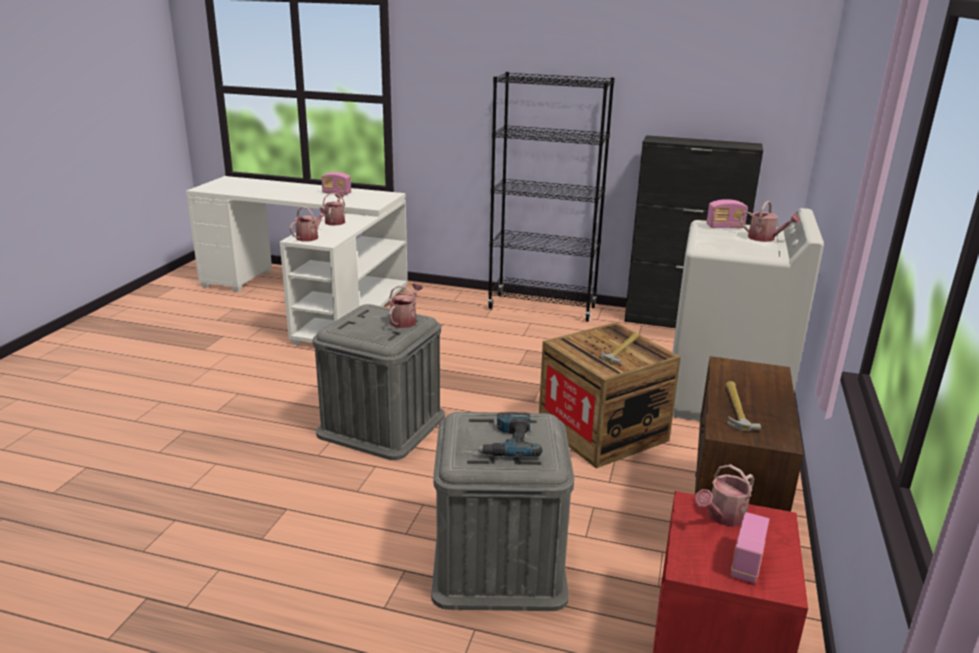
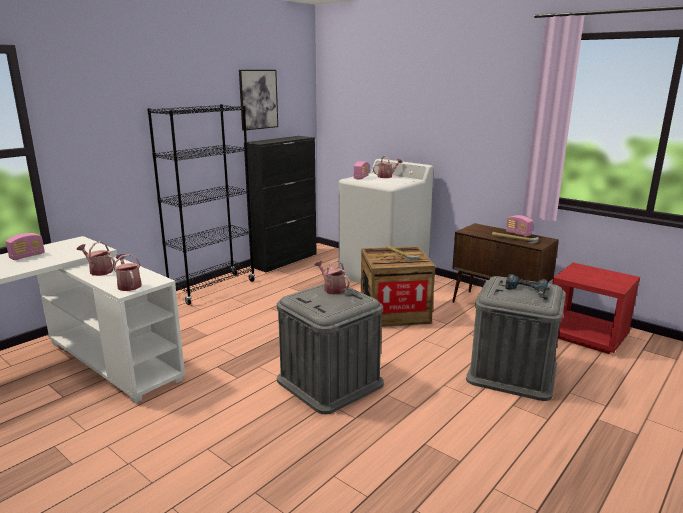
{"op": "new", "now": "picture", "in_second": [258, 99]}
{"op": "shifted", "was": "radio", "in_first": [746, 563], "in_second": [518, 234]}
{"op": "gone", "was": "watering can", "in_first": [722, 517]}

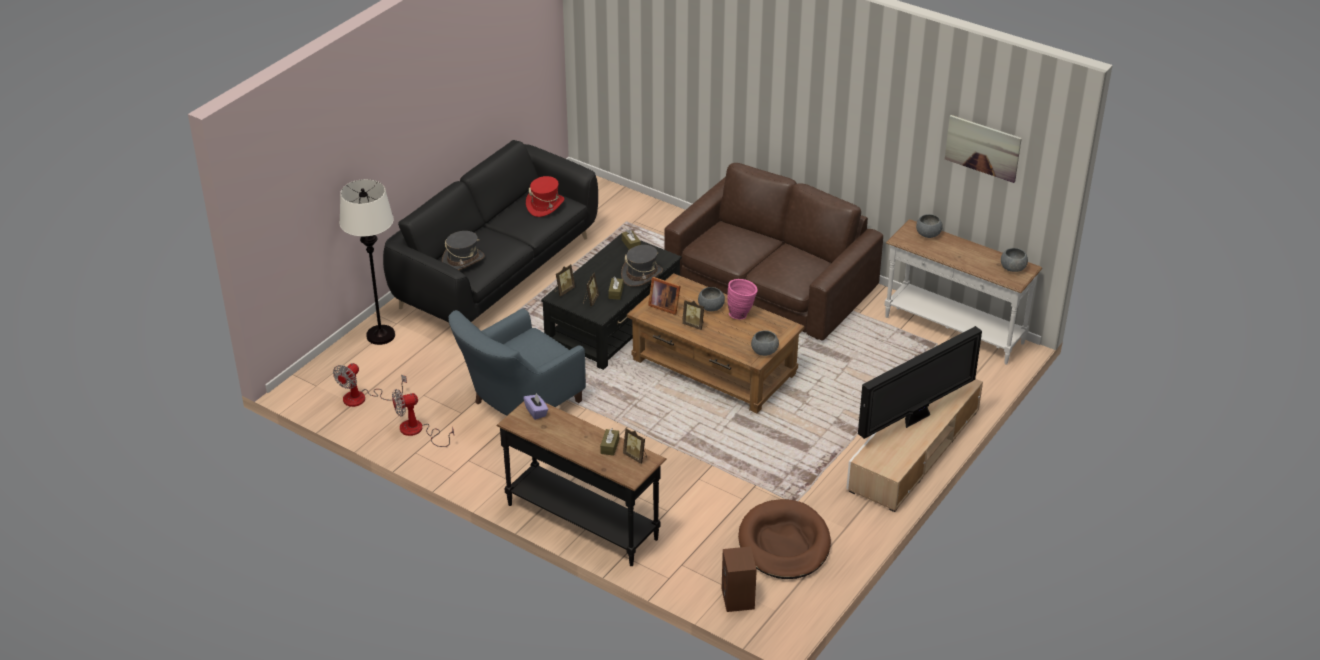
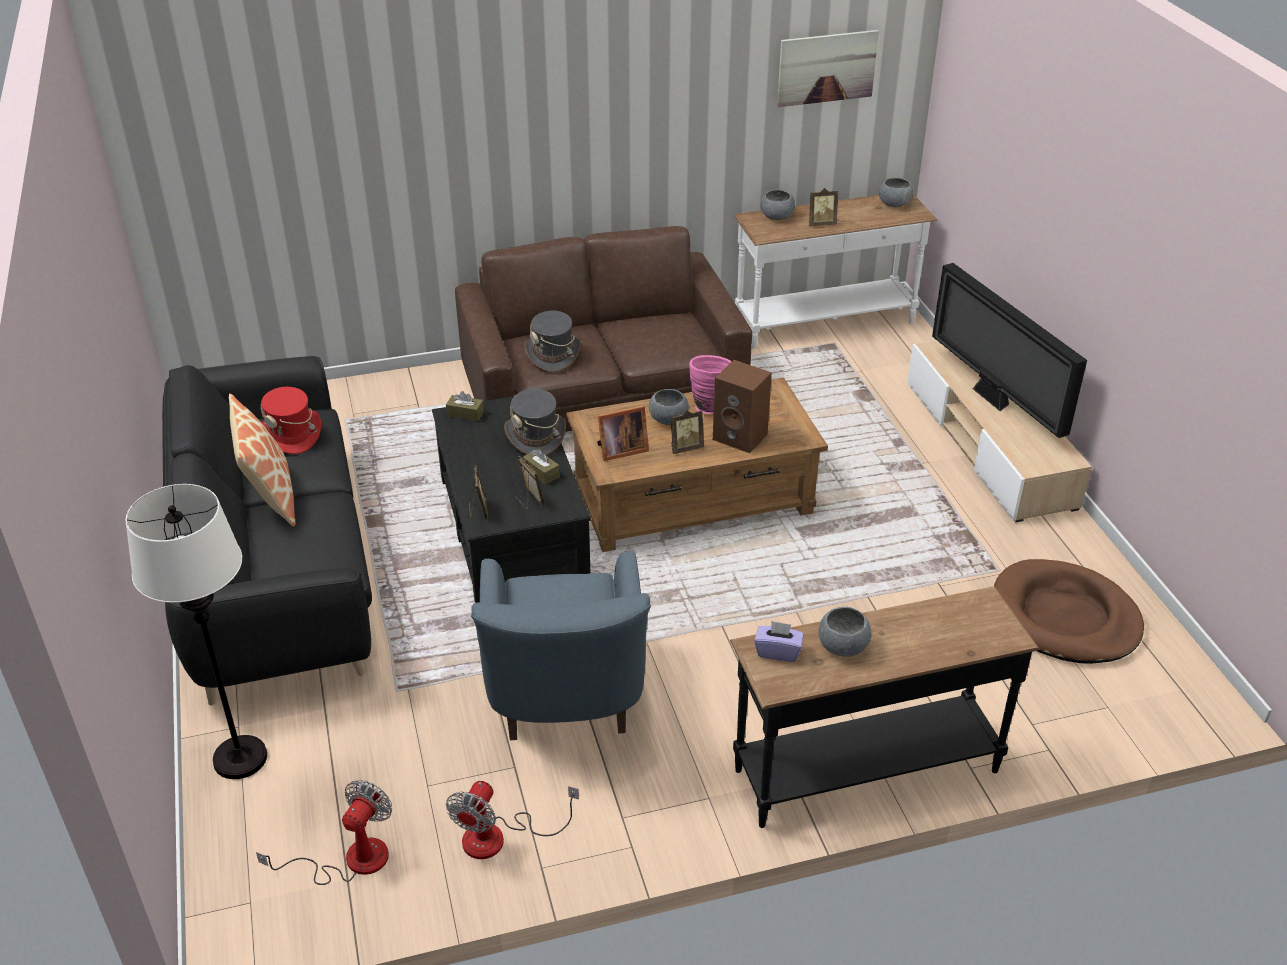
{"op": "new", "now": "pillow", "in_second": [270, 497]}
{"op": "rotated", "was": "fan", "in_first": [363, 398], "in_second": [350, 860], "clockwise": -135}
{"op": "shifted", "was": "grey hat", "in_first": [463, 260], "in_second": [553, 354]}
{"op": "shifted", "was": "brown speaker", "in_first": [739, 599], "in_second": [741, 437]}
{"op": "shifted", "was": "picture frame", "in_first": [636, 456], "in_second": [821, 224]}
{"op": "shifted", "was": "grey bowl", "in_first": [764, 351], "in_second": [842, 646]}
{"op": "rotated", "was": "television", "in_first": [916, 418], "in_second": [993, 400], "clockwise": 150}
{"op": "gone", "was": "brown tissue box", "in_first": [610, 446]}

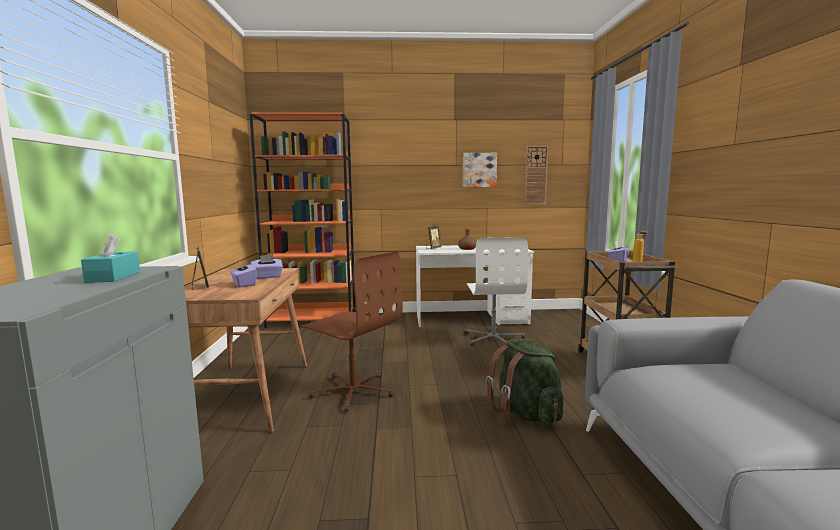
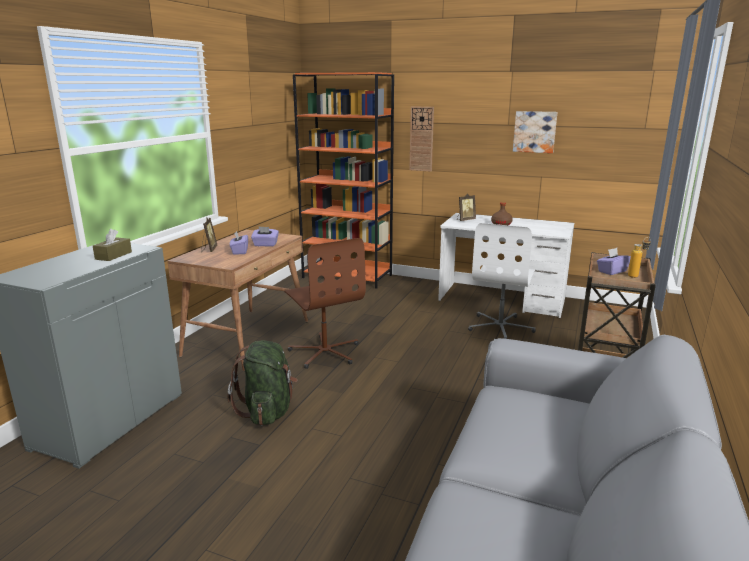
{"op": "repainted", "was": "turquoise tissue box", "now": "brown tissue box", "in_first": [113, 277], "in_second": [113, 255]}
{"op": "shifted", "was": "green backpack", "in_first": [526, 414], "in_second": [268, 411]}
{"op": "shifted", "was": "wall clock", "in_first": [535, 175], "in_second": [421, 139]}

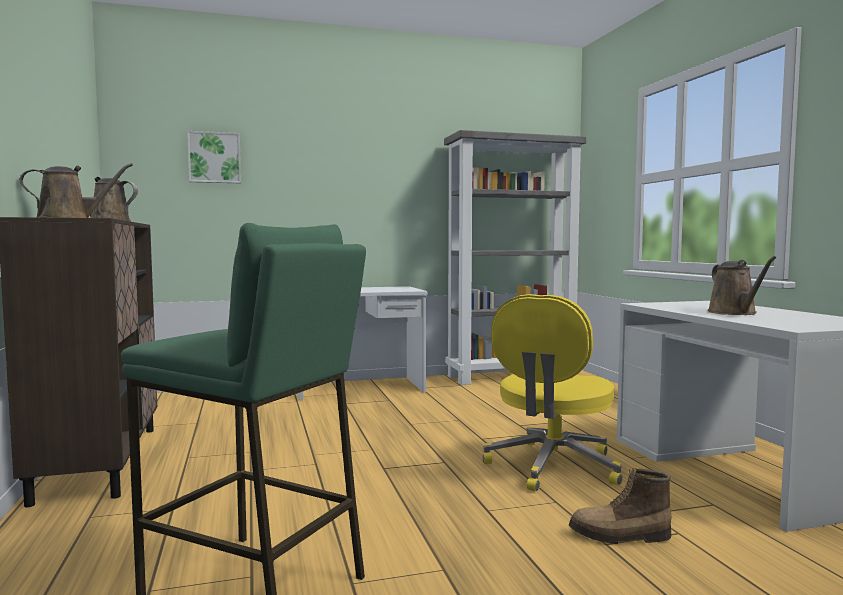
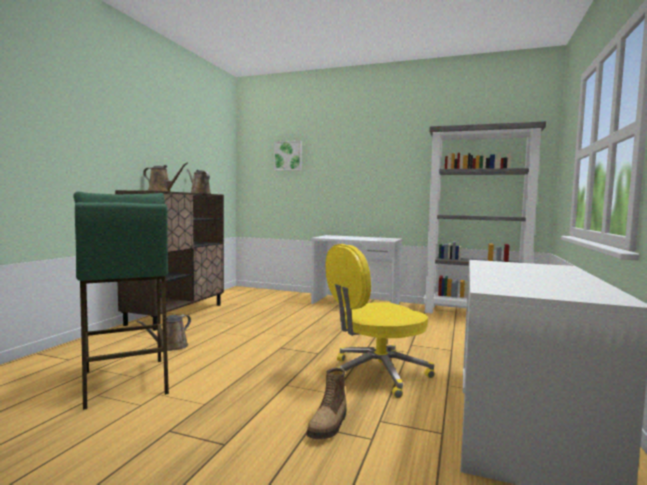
{"op": "shifted", "was": "brown watering can", "in_first": [735, 313], "in_second": [170, 347]}
{"op": "rotated", "was": "boot", "in_first": [620, 536], "in_second": [329, 425], "clockwise": -105}

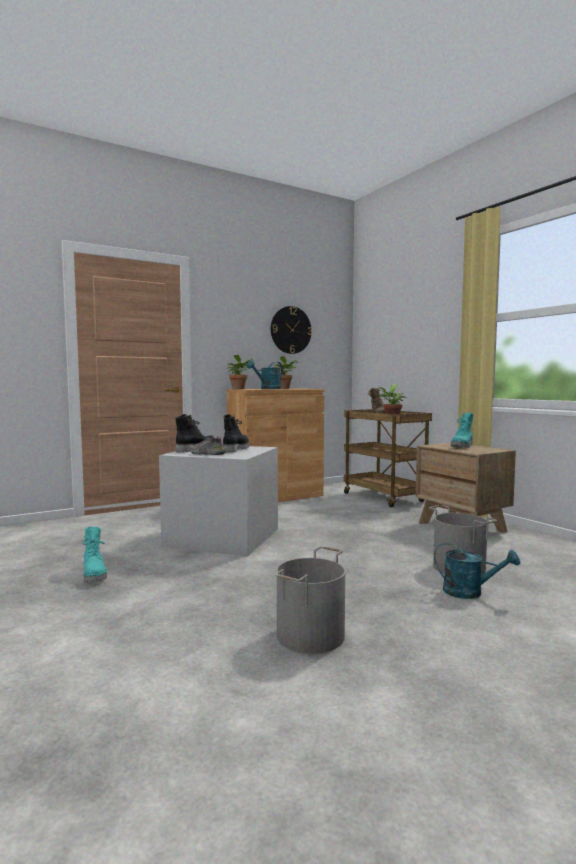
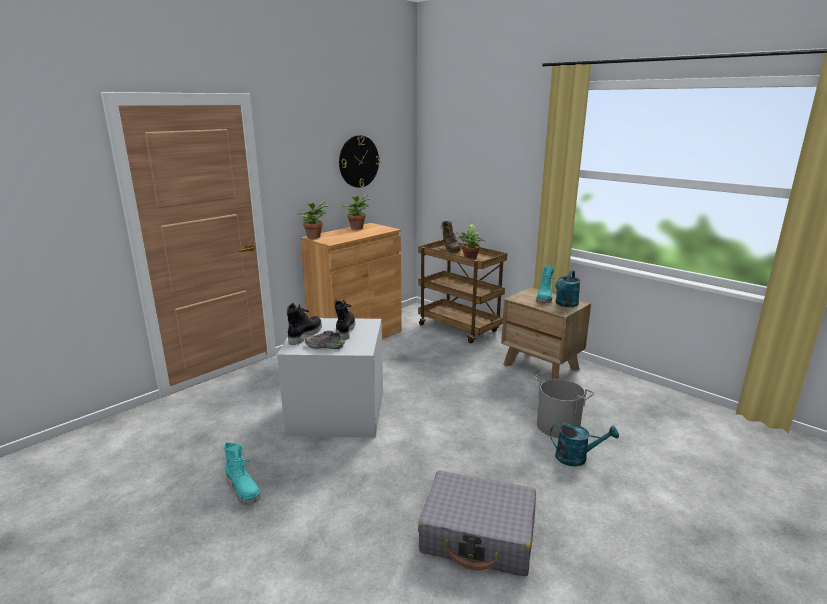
{"op": "swapped", "was": "grey bucket", "now": "grey suitcase", "in_first": [311, 635], "in_second": [478, 535]}
{"op": "shifted", "was": "turquoise watering can", "in_first": [268, 389], "in_second": [565, 304]}

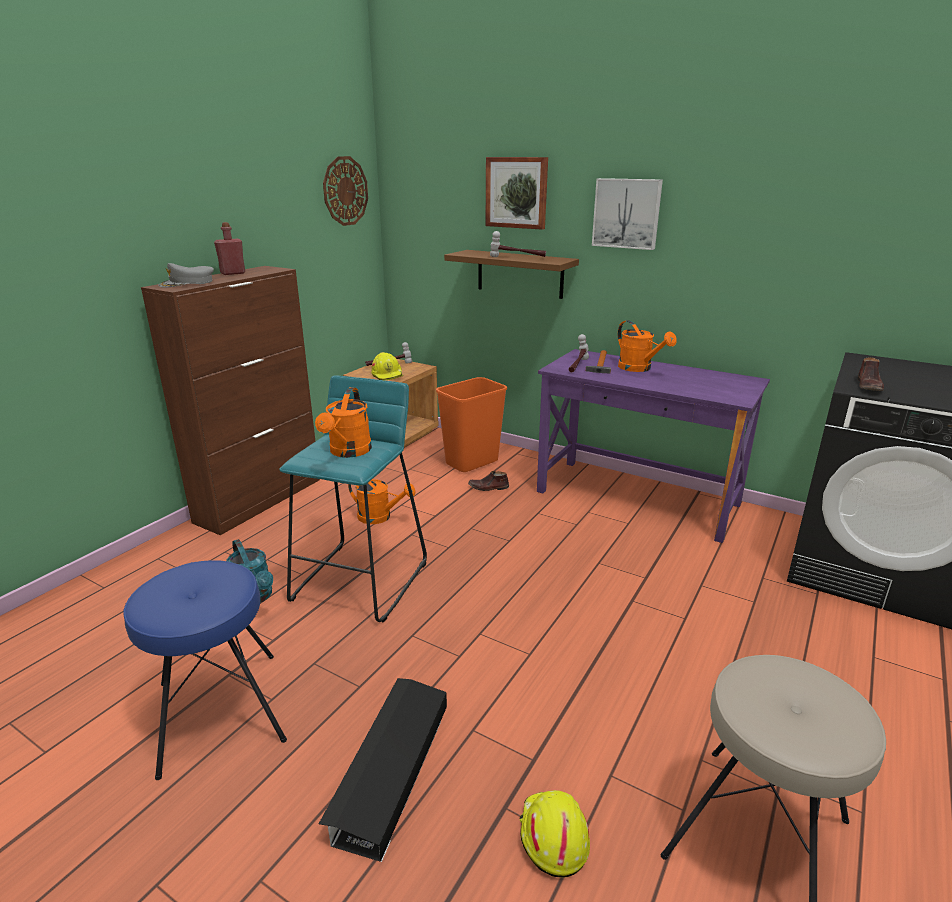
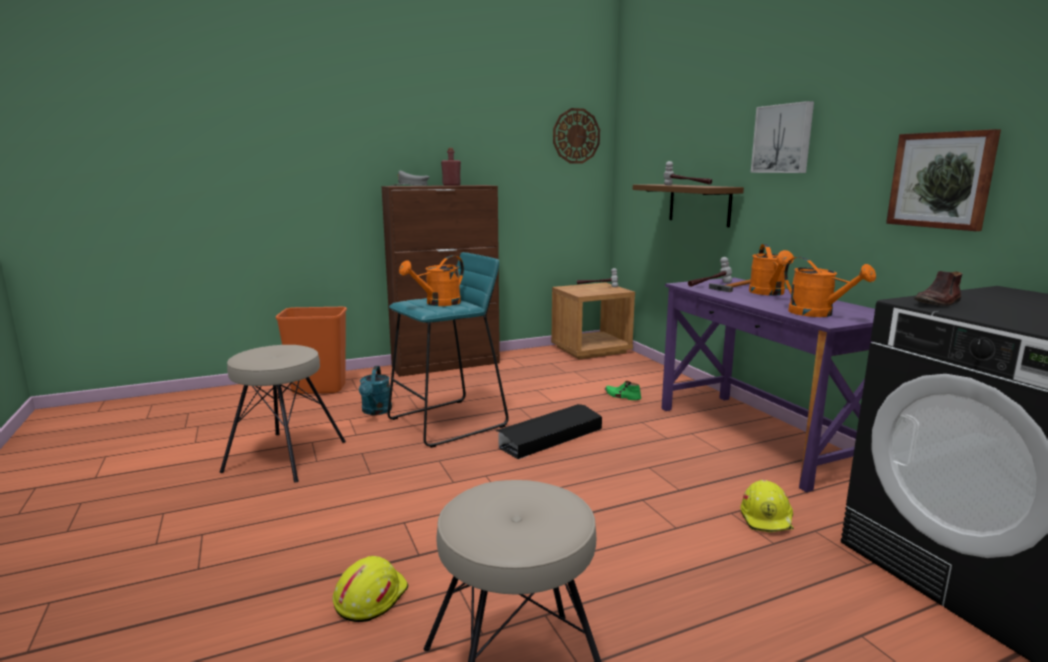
{"op": "repainted", "was": "blue stool", "now": "beige stool", "in_first": [219, 711], "in_second": [284, 456]}
{"op": "shifted", "was": "orange trash can", "in_first": [472, 463], "in_second": [318, 389]}
{"op": "shifted", "was": "black storage box", "in_first": [390, 768], "in_second": [549, 437]}
{"op": "repainted", "was": "brown shoe", "now": "green shoe", "in_first": [488, 487], "in_second": [622, 396]}
{"op": "shifted", "was": "yellow hard hat", "in_first": [388, 375], "in_second": [767, 518]}
{"op": "shifted", "was": "orange watering can", "in_first": [380, 517], "in_second": [818, 314]}
{"op": "shifted", "was": "picture", "in_first": [517, 192], "in_second": [941, 180]}

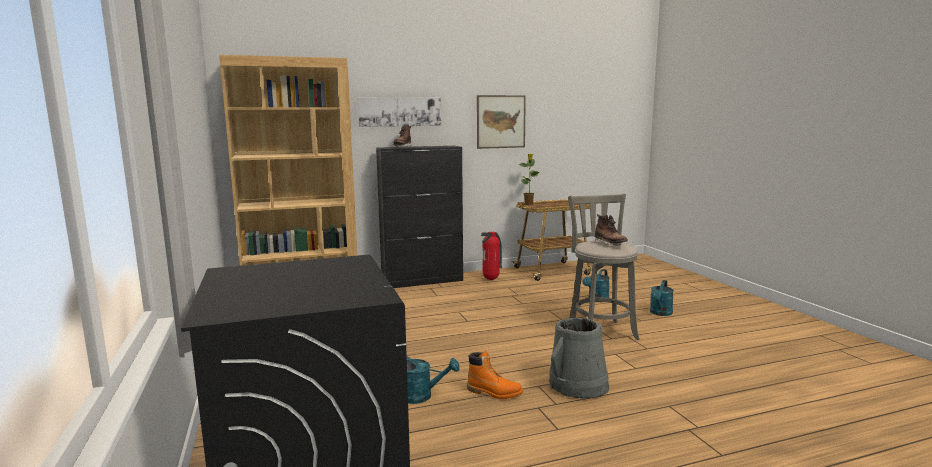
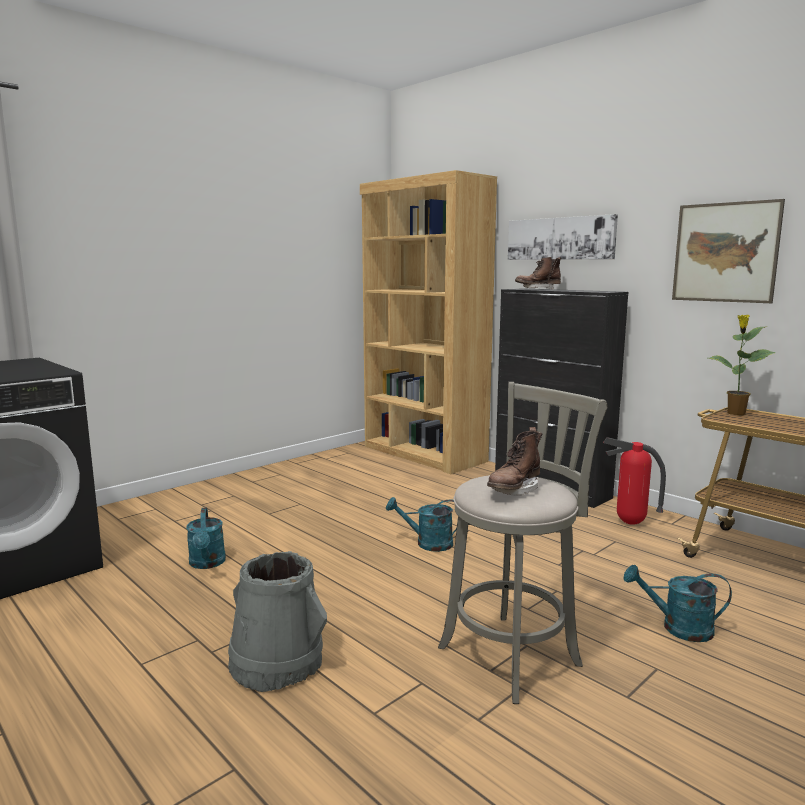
{"op": "shifted", "was": "turquoise watering can", "in_first": [660, 313], "in_second": [427, 544]}
{"op": "gone", "was": "orange boot", "in_first": [494, 392]}

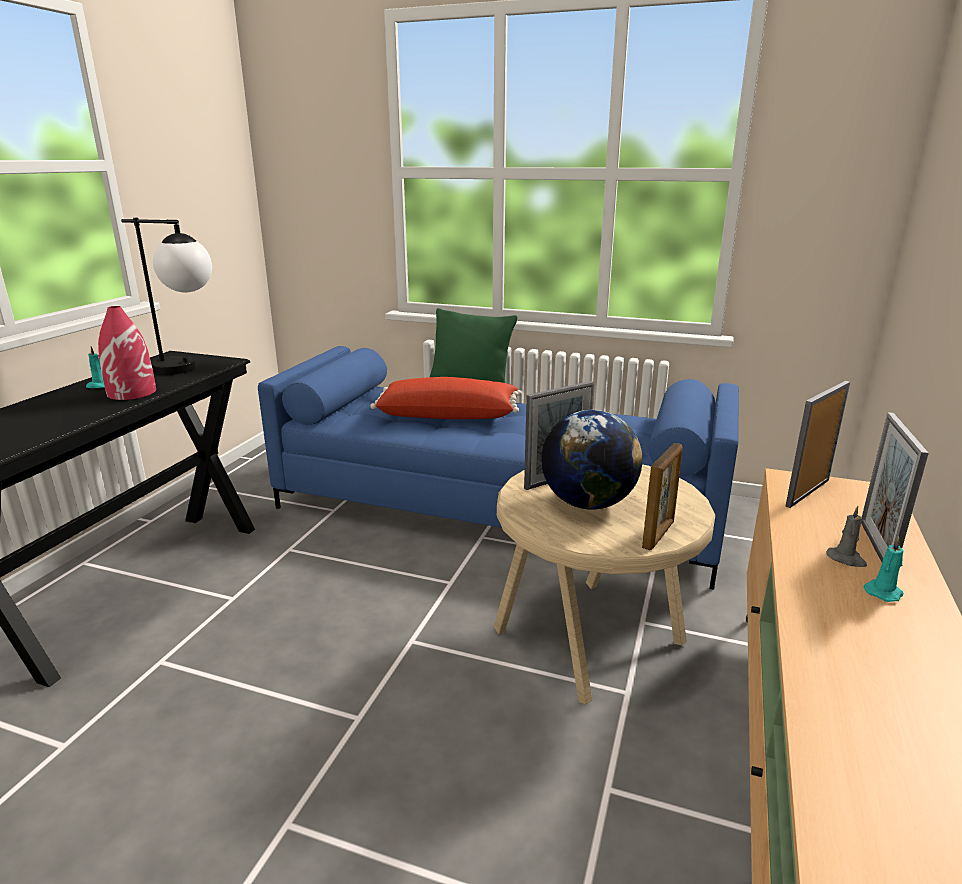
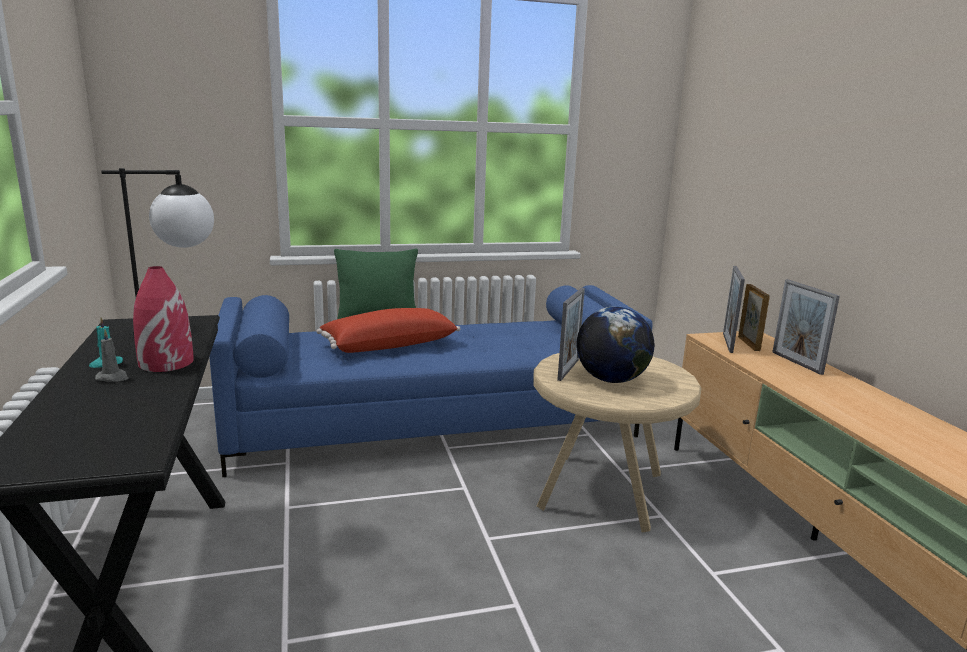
{"op": "shifted", "was": "grey candle", "in_first": [846, 559], "in_second": [113, 378]}
{"op": "shifted", "was": "picture frame", "in_first": [658, 535], "in_second": [749, 343]}
{"op": "gone", "was": "turquoise candle", "in_first": [884, 592]}

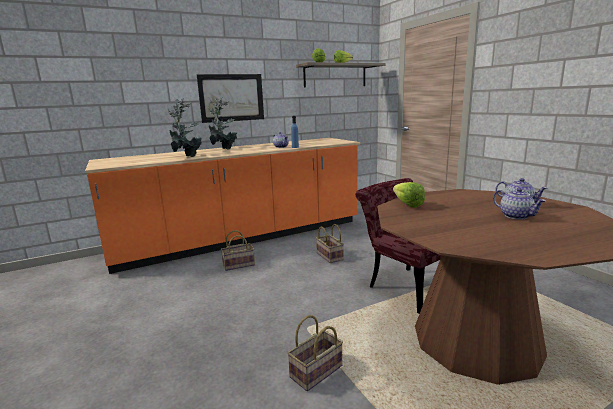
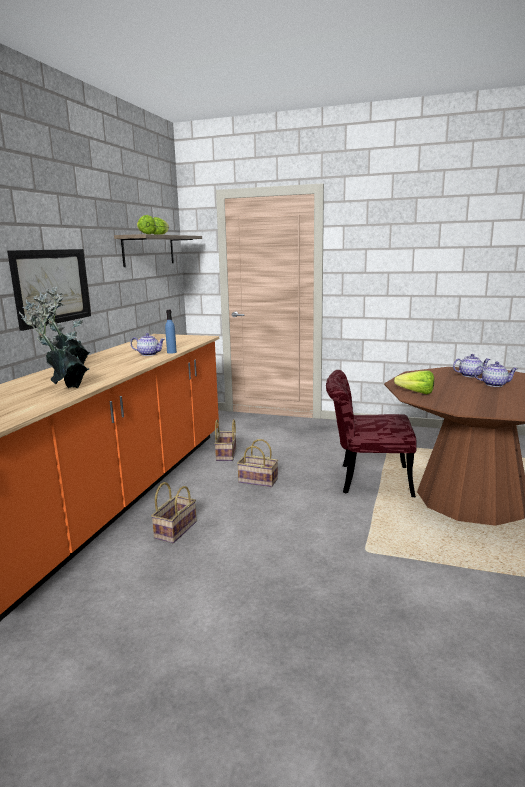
{"op": "shifted", "was": "basket", "in_first": [316, 373], "in_second": [226, 455]}

